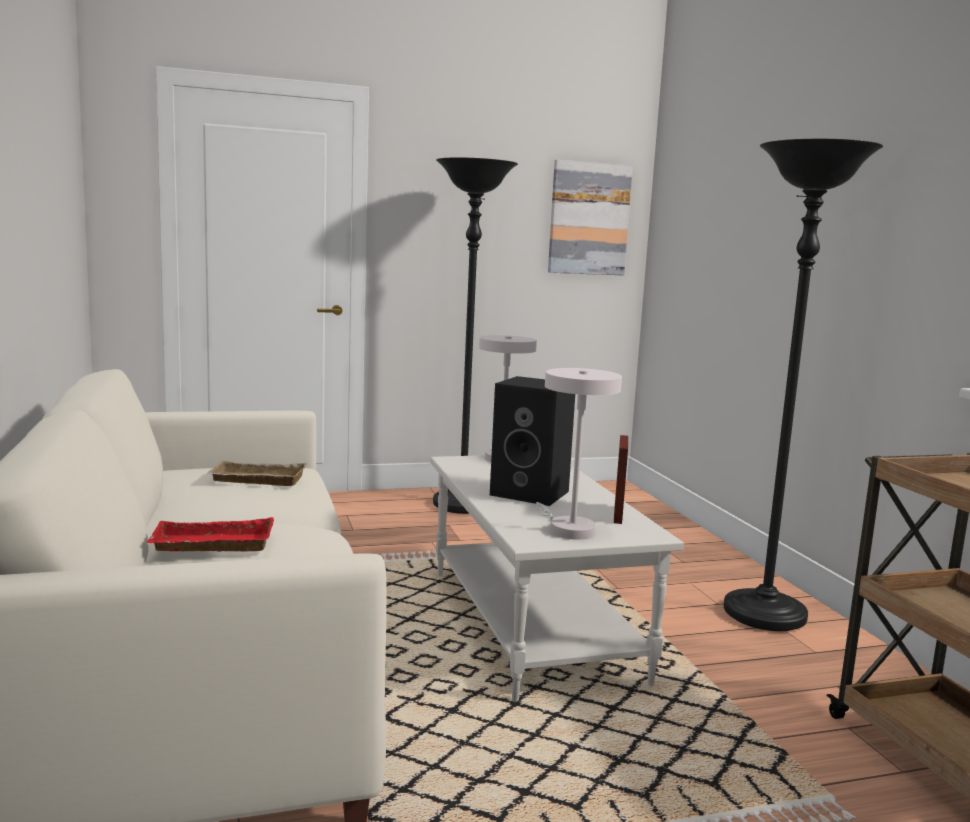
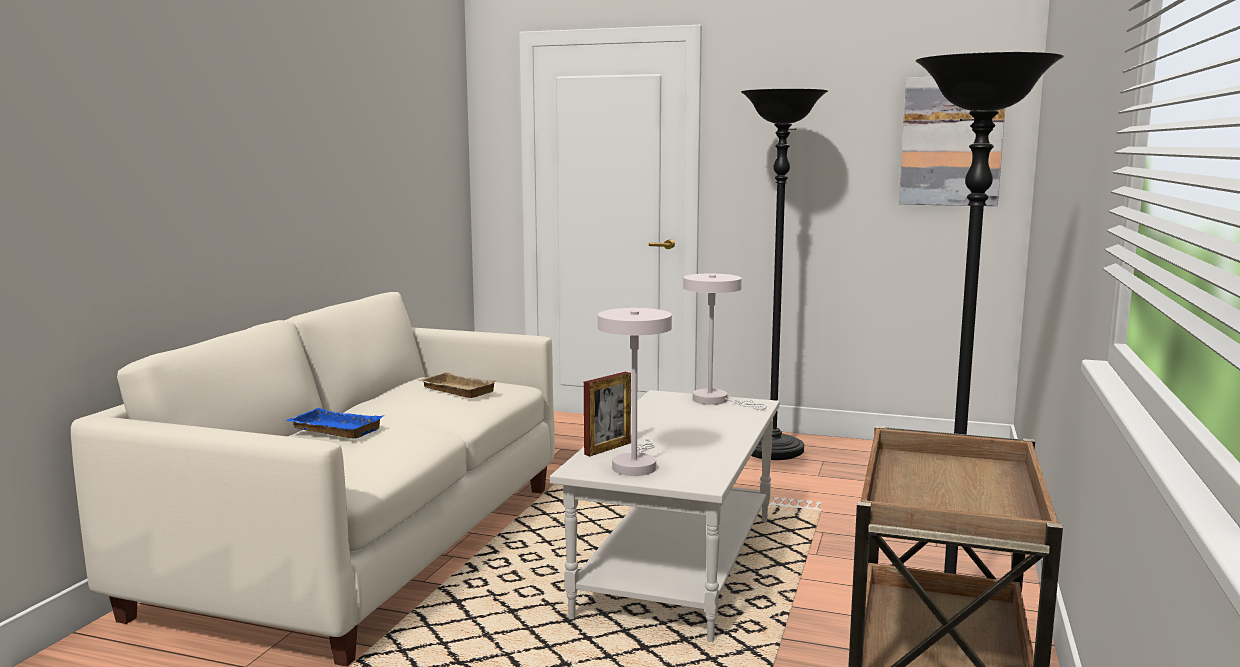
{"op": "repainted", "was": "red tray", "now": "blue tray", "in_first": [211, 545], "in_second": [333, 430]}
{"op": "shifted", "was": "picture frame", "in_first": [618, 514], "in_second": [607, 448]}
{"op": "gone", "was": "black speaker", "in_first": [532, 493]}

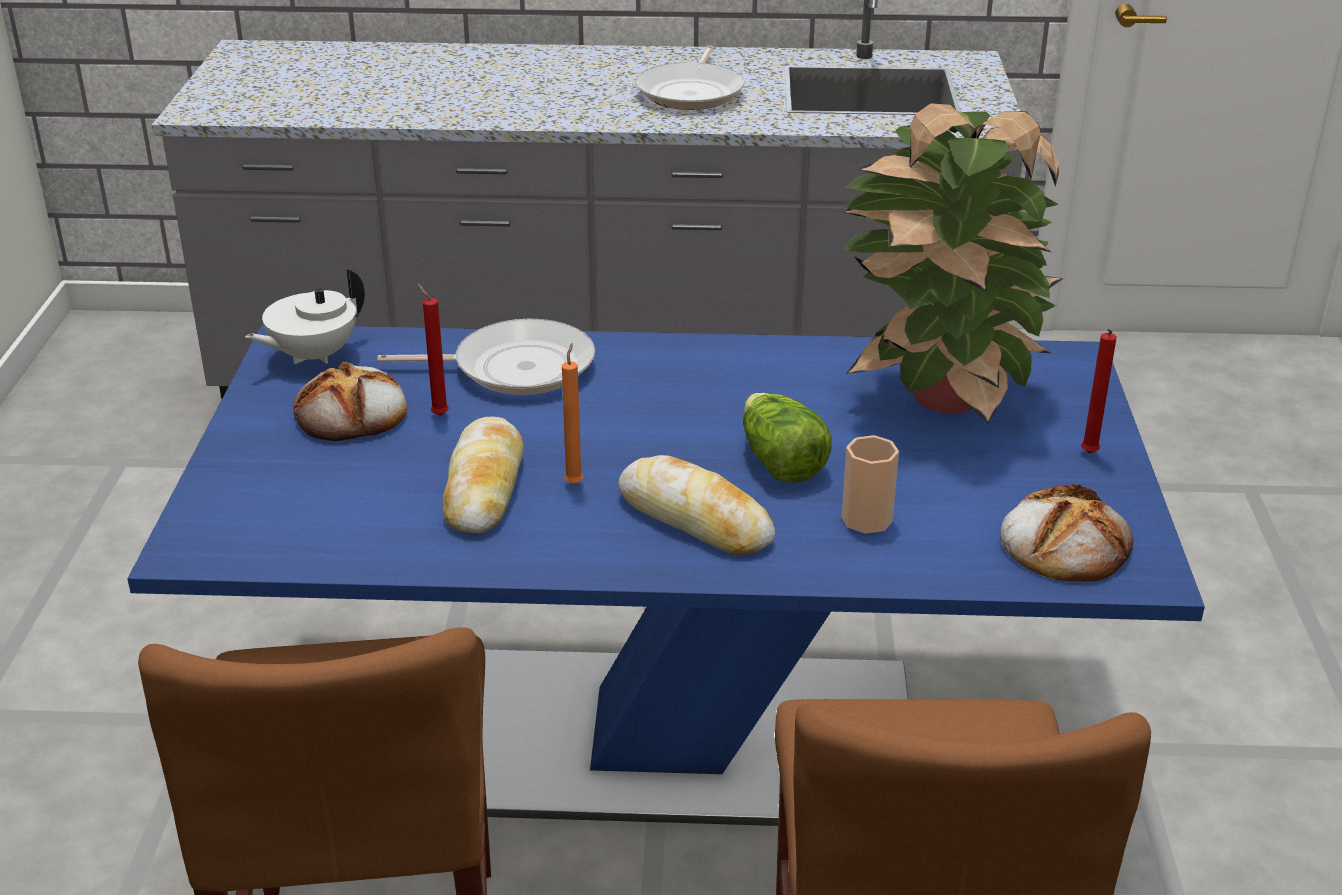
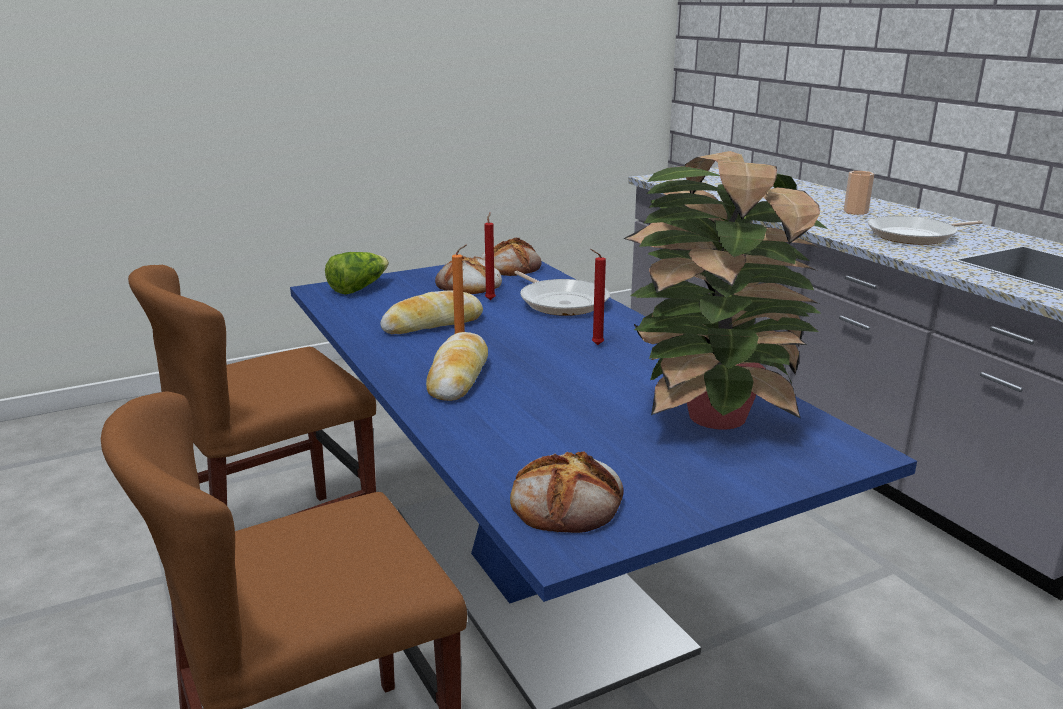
{"op": "shifted", "was": "lettuce", "in_first": [779, 461], "in_second": [358, 288]}
{"op": "swapped", "was": "white teapot", "now": "bread", "in_first": [313, 356], "in_second": [511, 266]}
{"op": "shifted", "was": "red candle", "in_first": [1088, 454], "in_second": [595, 345]}
{"op": "shifted", "was": "cup", "in_first": [867, 519], "in_second": [855, 212]}

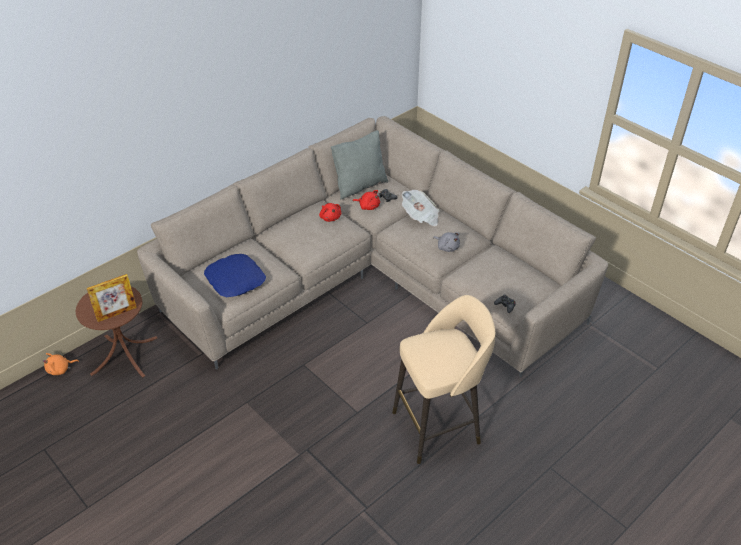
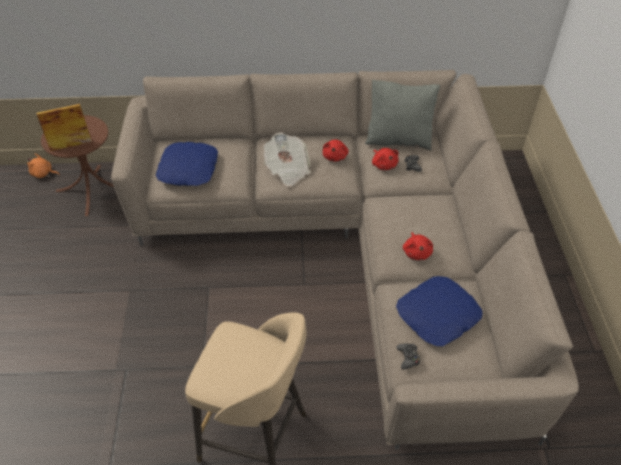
{"op": "rotated", "was": "picture frame", "in_first": [117, 314], "in_second": [71, 145], "clockwise": 150}
{"op": "shifted", "was": "newspaper", "in_first": [420, 216], "in_second": [287, 169]}
{"op": "new", "now": "blue pillow", "in_second": [438, 316]}
{"op": "repainted", "was": "grey plush toy", "now": "red plush toy", "in_first": [447, 247], "in_second": [417, 252]}

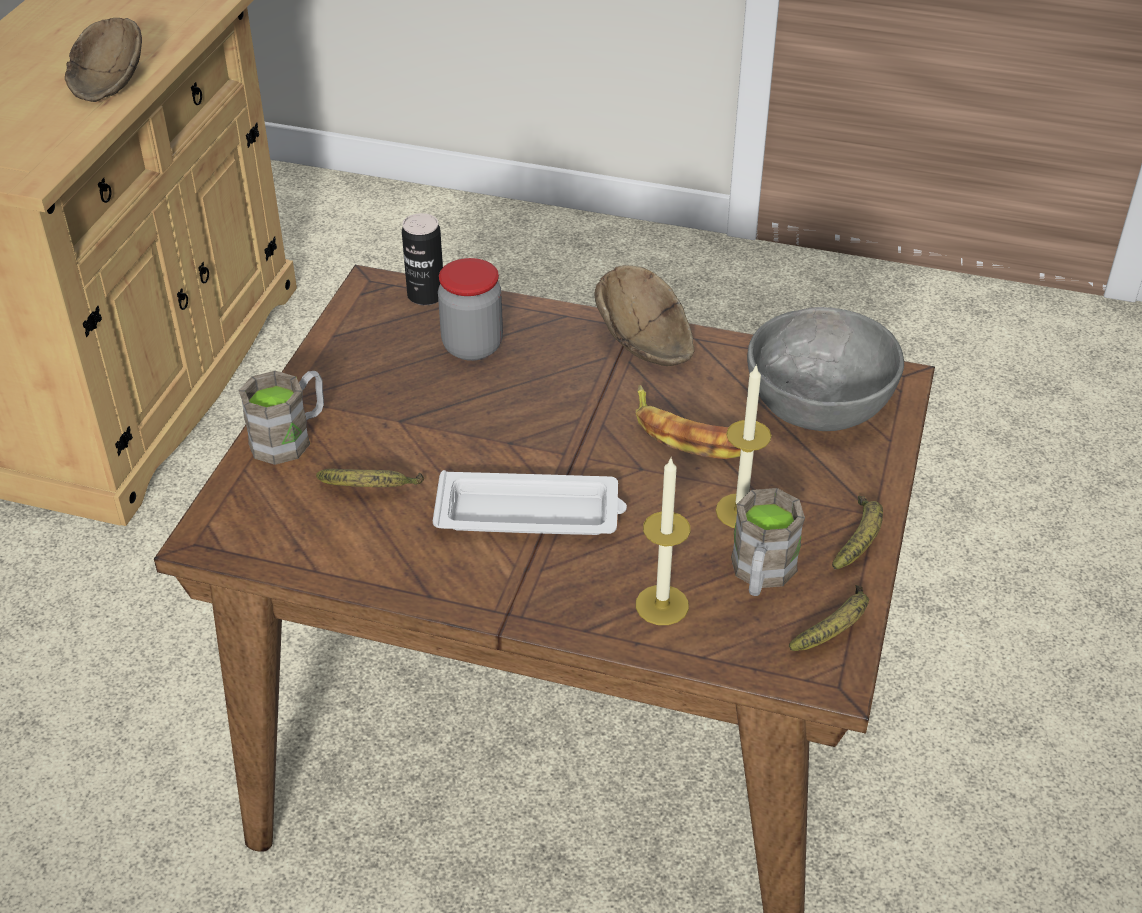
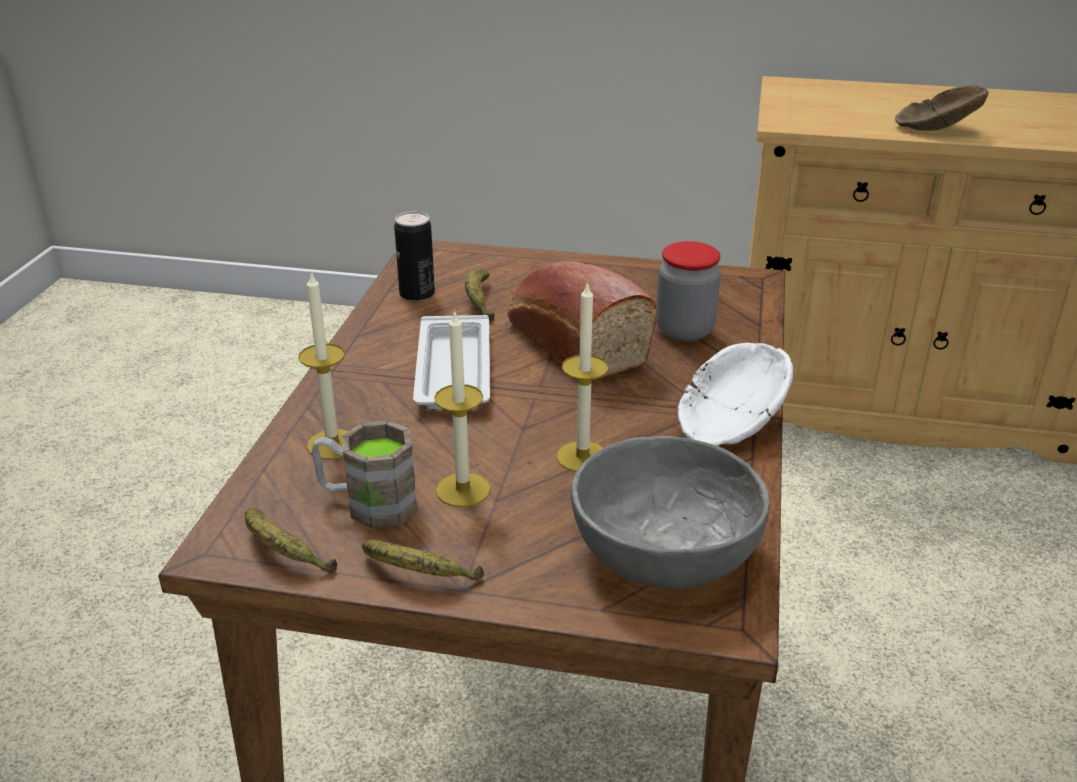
{"op": "shifted", "was": "can", "in_first": [426, 295], "in_second": [417, 294]}
{"op": "new", "now": "bread", "in_second": [573, 342]}
{"op": "swapped", "was": "banana", "now": "candle", "in_first": [692, 434], "in_second": [582, 457]}
{"op": "repainted", "was": "brown bowl", "now": "white bowl", "in_first": [644, 344], "in_second": [726, 423]}
{"op": "gone", "was": "brown mug", "in_first": [290, 437]}

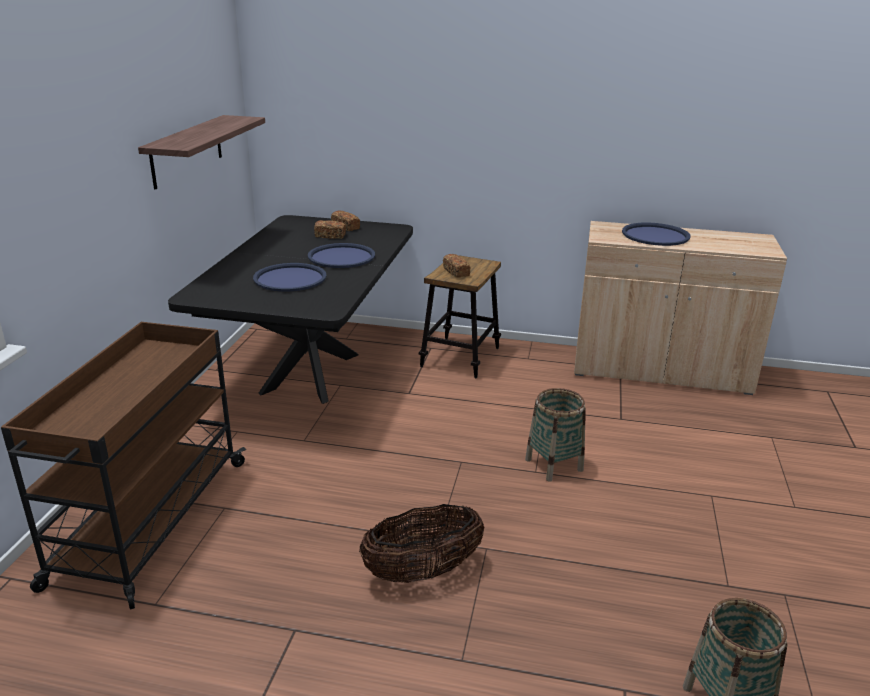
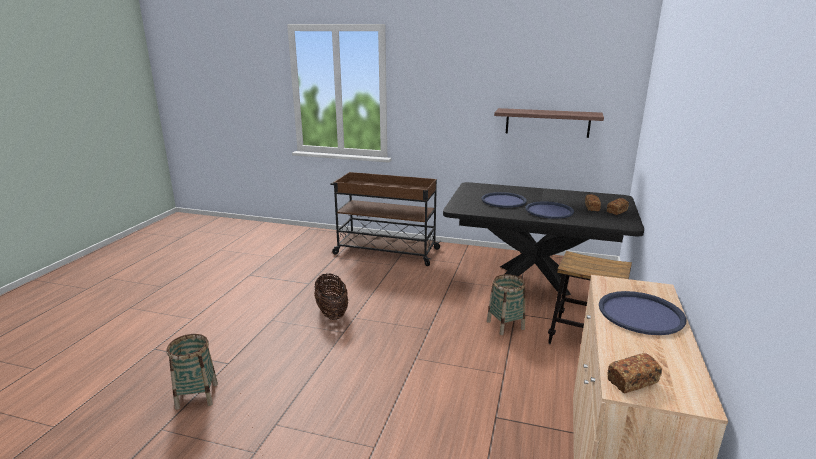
{"op": "shifted", "was": "basket", "in_first": [554, 464], "in_second": [505, 325]}
{"op": "shifted", "was": "bread", "in_first": [456, 272], "in_second": [632, 381]}

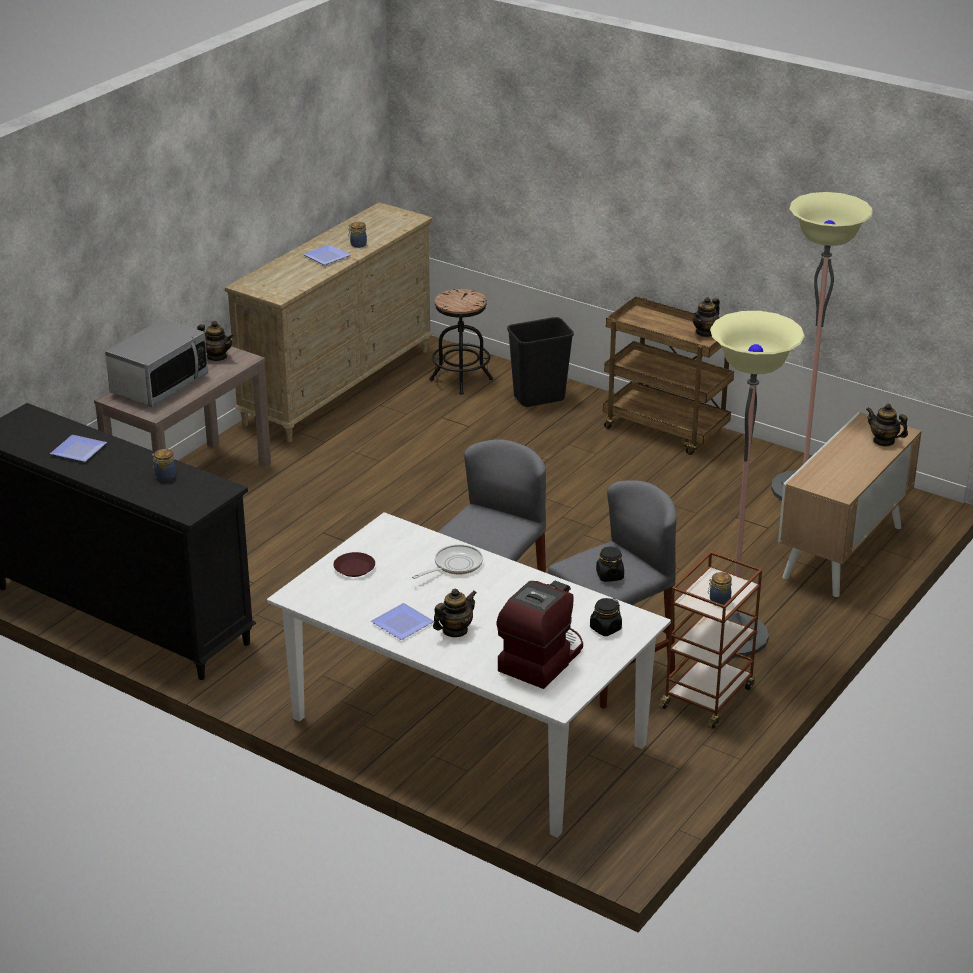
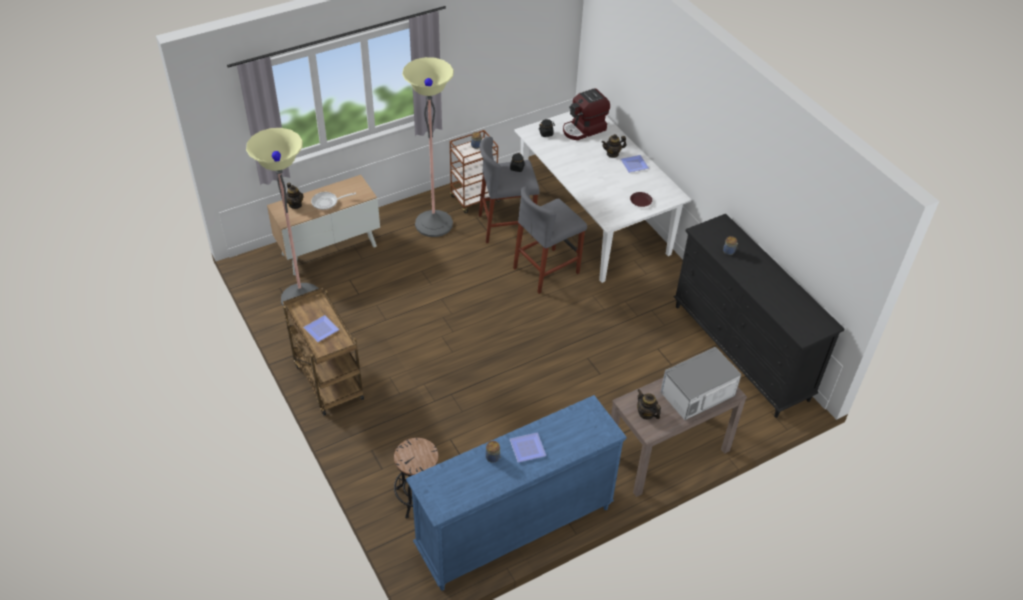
{"op": "shifted", "was": "plate", "in_first": [76, 451], "in_second": [322, 329]}
{"op": "shifted", "was": "frying pan", "in_first": [454, 565], "in_second": [327, 202]}
{"op": "repainted", "was": "beige dresser", "now": "blue dresser", "in_first": [339, 386], "in_second": [514, 529]}
{"op": "gone", "was": "black trash can", "in_first": [539, 399]}
{"op": "gone", "was": "teapot", "in_first": [705, 332]}

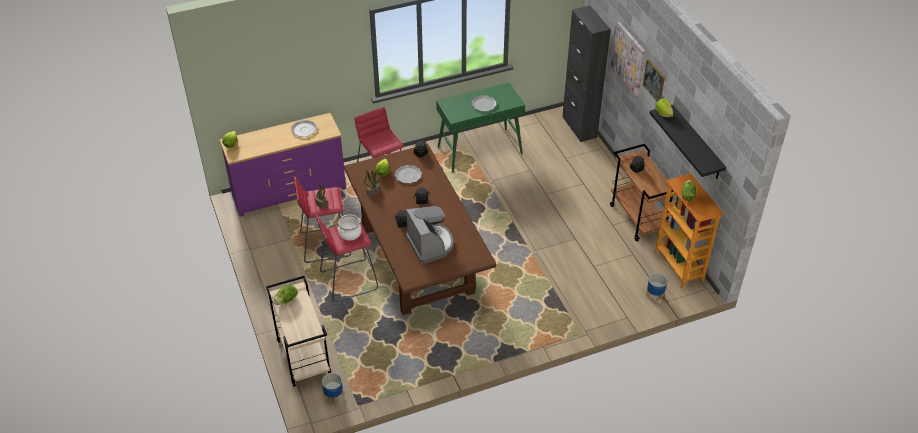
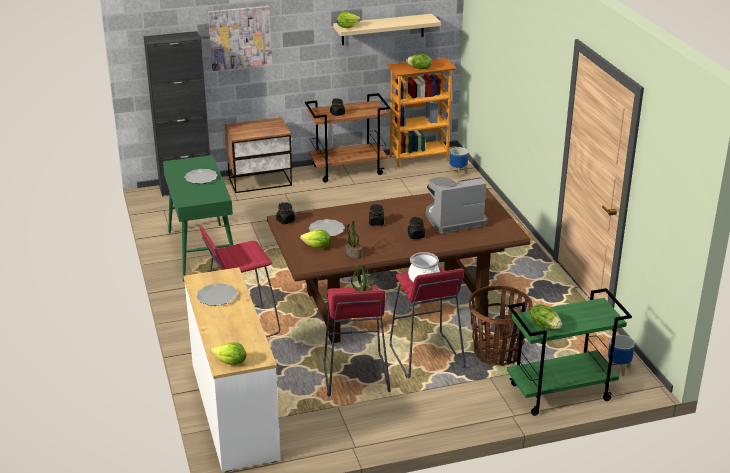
{"op": "repainted", "was": "purple dresser", "now": "white dresser", "in_first": [289, 191], "in_second": [233, 411]}
{"op": "new", "now": "nightstand", "in_second": [261, 182]}
{"op": "repainted", "was": "black shelf", "now": "beige shelf", "in_first": [696, 143], "in_second": [383, 29]}
{"op": "new", "now": "basket", "in_second": [497, 353]}
{"op": "repainted", "was": "beige cart", "now": "green cart", "in_first": [303, 357], "in_second": [559, 393]}
{"op": "gone", "was": "picture", "in_first": [654, 81]}

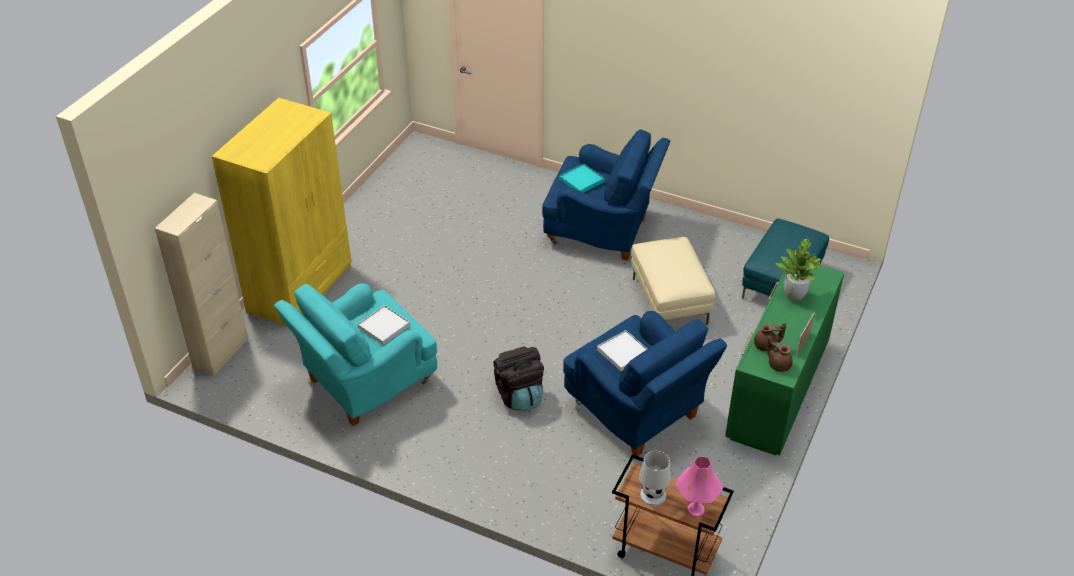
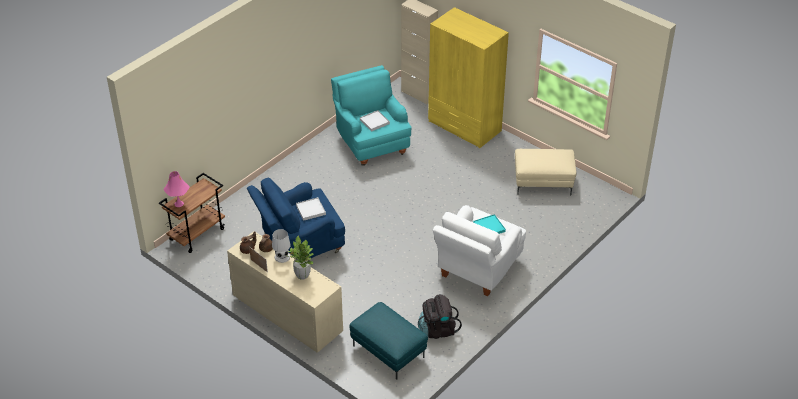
{"op": "repainted", "was": "green dresser", "now": "beige dresser", "in_first": [777, 392], "in_second": [287, 315]}
{"op": "shifted", "was": "white table lamp", "in_first": [653, 495], "in_second": [282, 257]}
{"op": "shifted", "was": "black backpack", "in_first": [519, 395], "in_second": [437, 330]}
{"op": "repainted", "was": "blue armchair", "now": "white armchair", "in_first": [602, 232], "in_second": [477, 270]}
{"op": "shifted", "was": "beige ottoman", "in_first": [668, 301], "in_second": [543, 182]}

